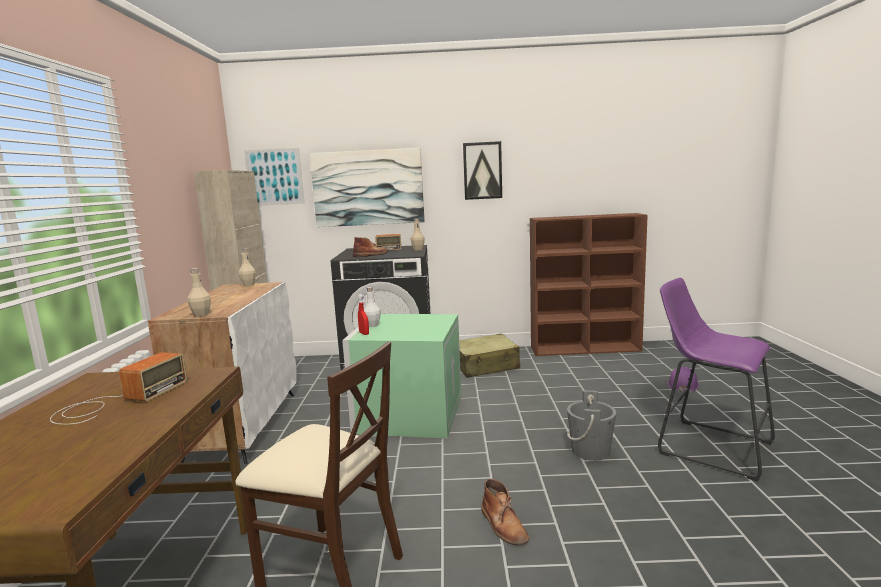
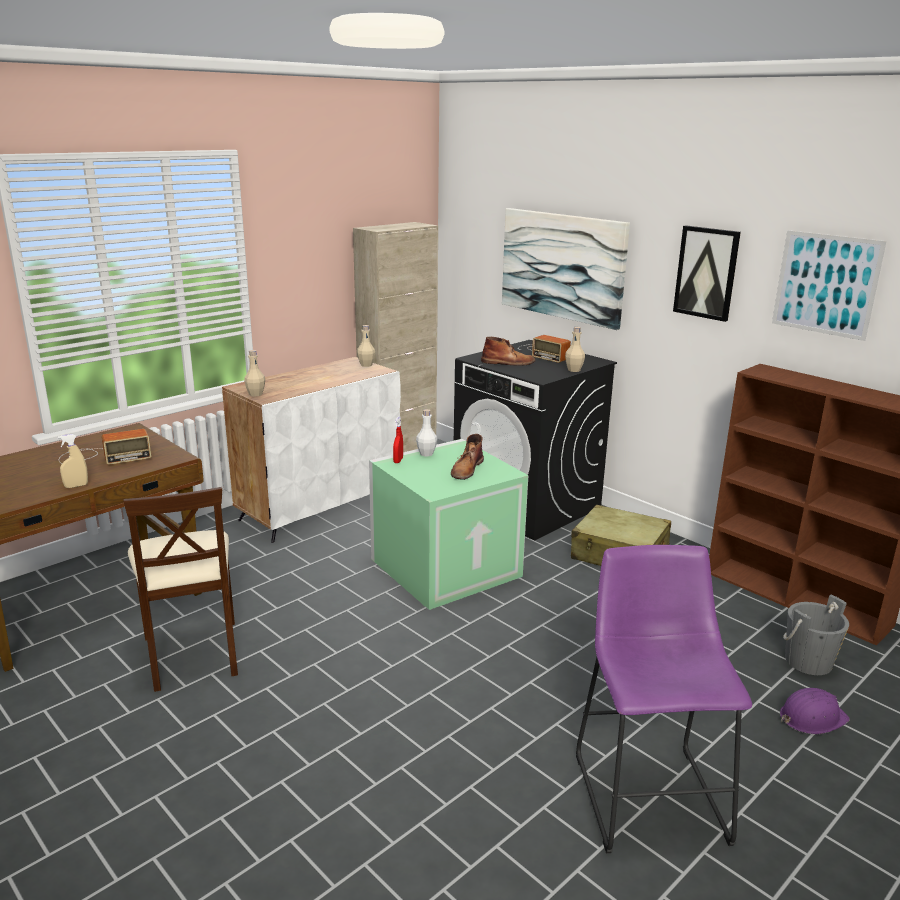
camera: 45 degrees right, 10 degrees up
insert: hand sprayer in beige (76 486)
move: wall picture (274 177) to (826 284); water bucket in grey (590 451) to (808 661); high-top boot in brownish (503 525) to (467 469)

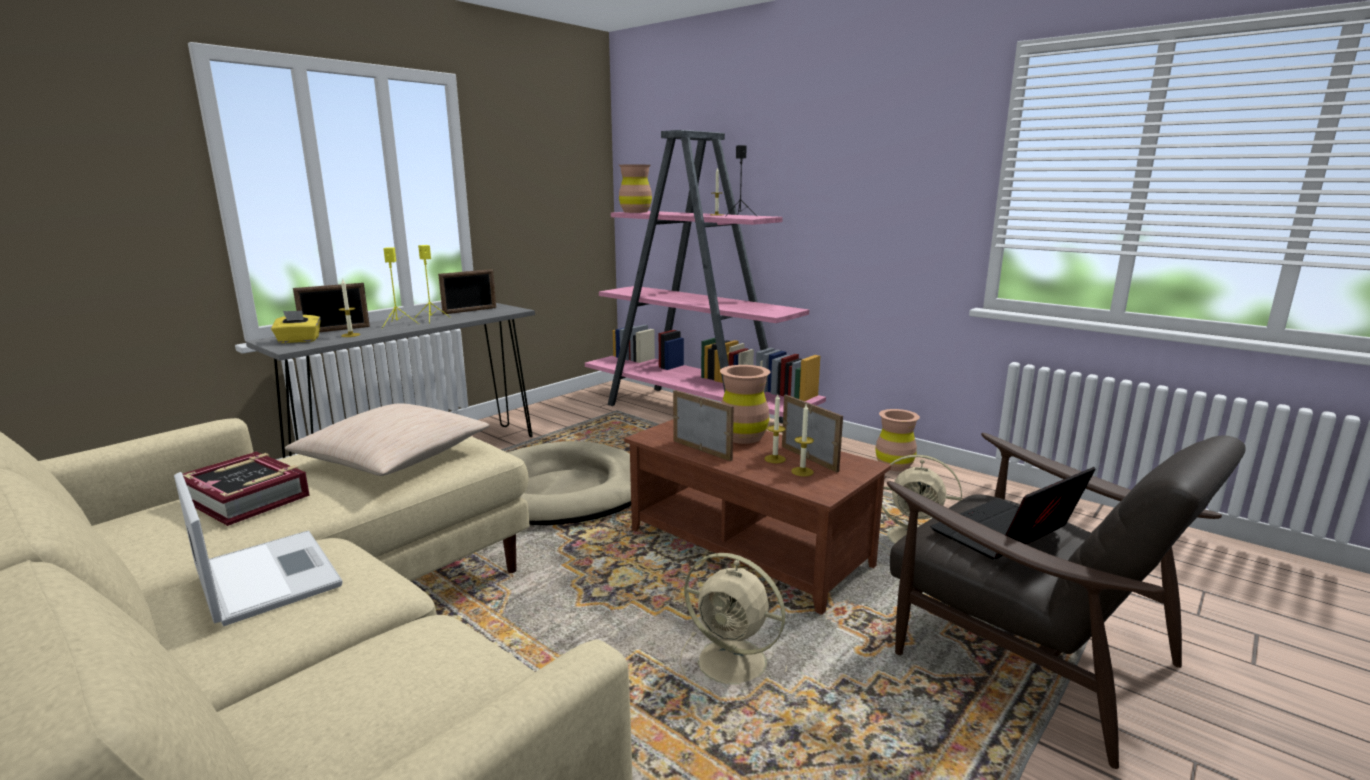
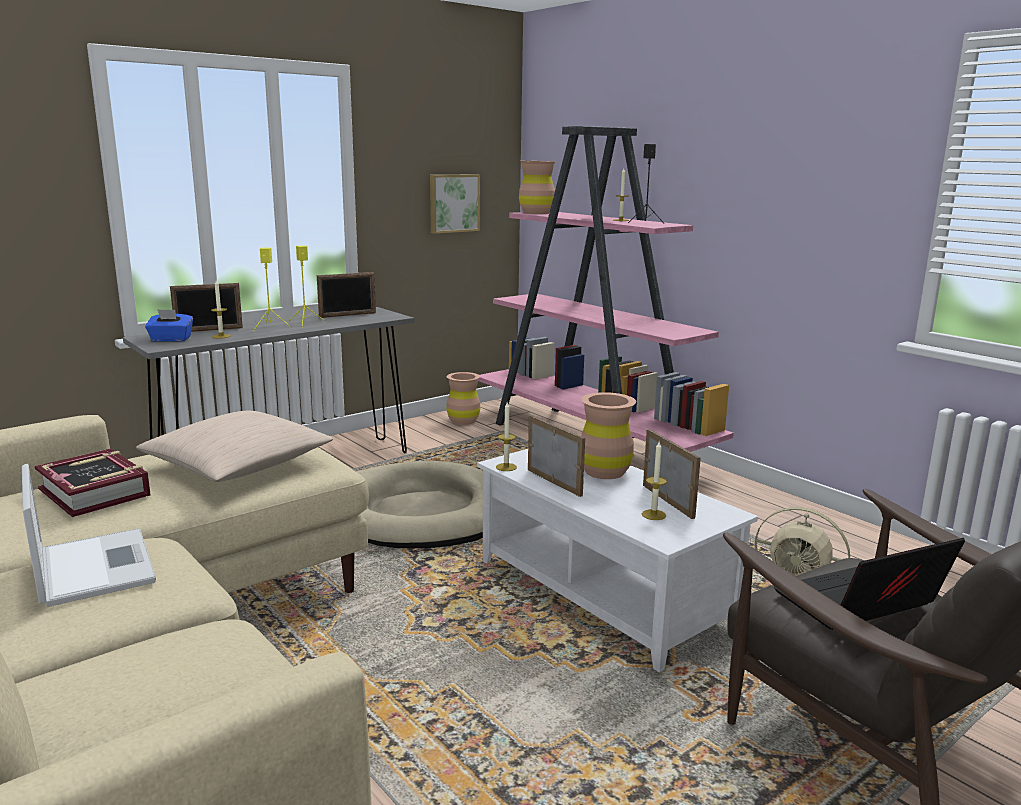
camera: 10 degrees right, 0 degrees up
delete: electric fan in beige (735 663)
insert: wall picture (453 203)
move: wax light (775 459) to (506 467); vase in brownish (894 465) to (463 421)
recolor: tissue holder in yellow-coloured (298 340) to tissue holder in bluish (171 339); lounge table in brownish (746 548) to lounge table in white-coloured (599 593)

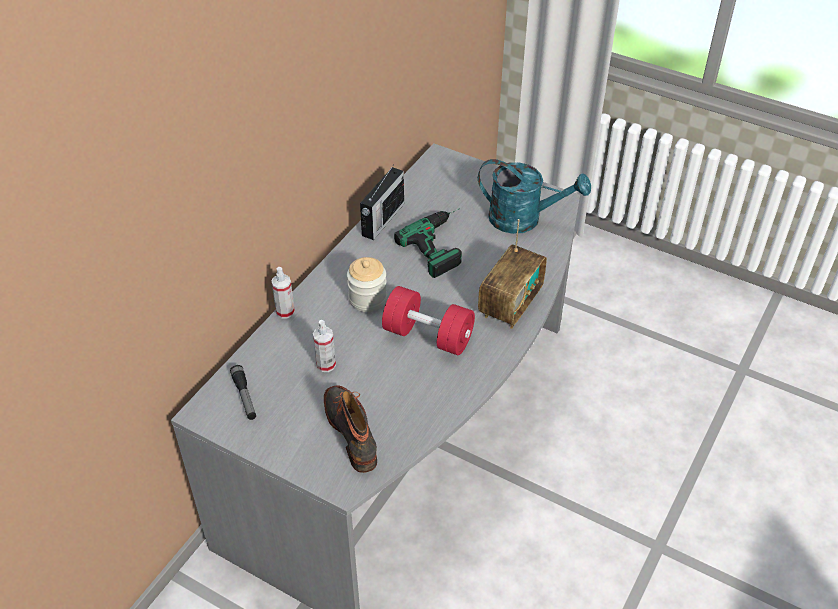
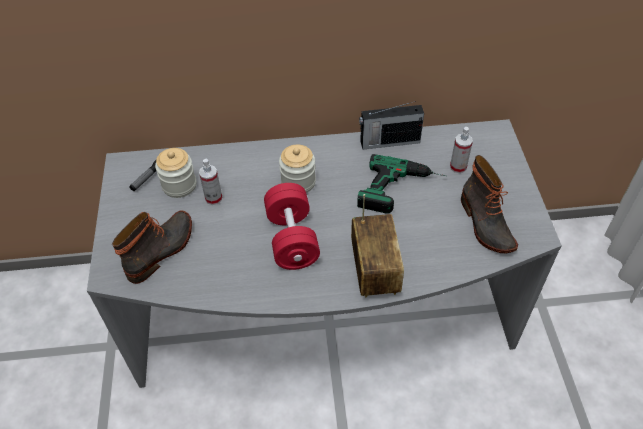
camera: 55 degrees right, 5 degrees up
insert: jar (179 185)
move: hand sprayer (285 311) to (458 167)
replace: sprinkling can in turquoise-coloured (524 219) to high-top boot (485 224)
rotate: radio set (510 304) = (374 271) 90 degrees counterclockwise

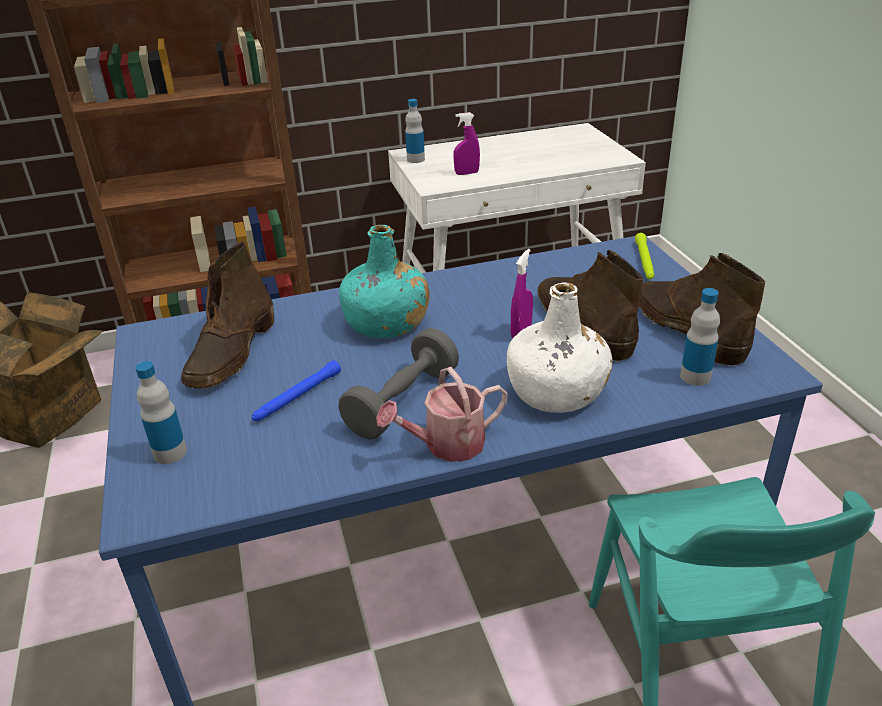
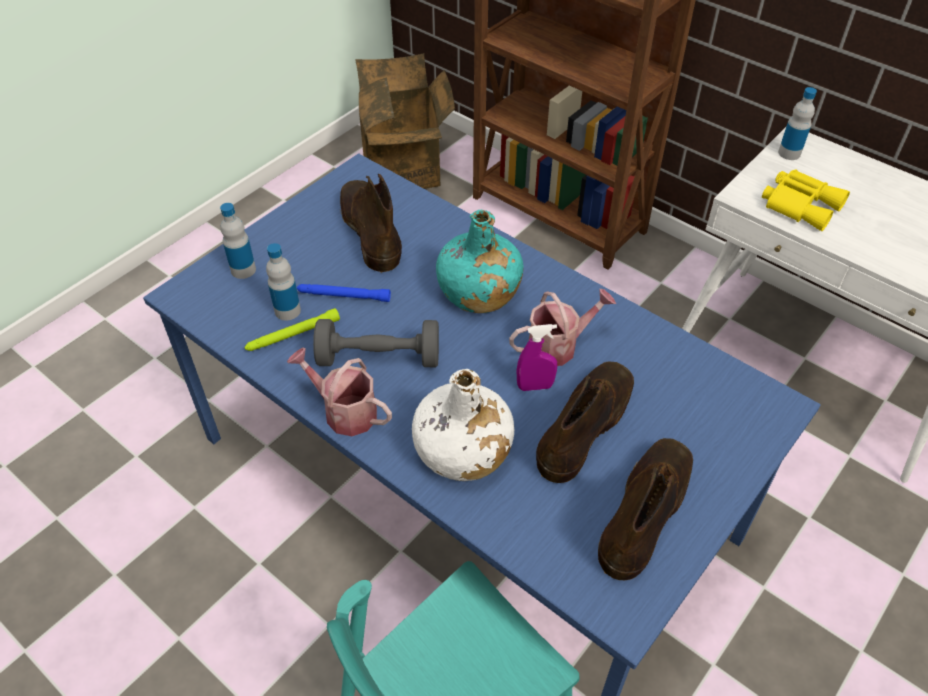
camera: 55 degrees right, 15 degrees up
insert: sprinkling can (558 345)
move: flashlight in green (644 261) to (292 335); beverage bottle (695 376) to (287 311)
replace: hand sprayer in purplish (467 173) to field glasses in yellow-coloured (800 204)
rotate: high-top boot in brownish (232 353) = (370 230) 90 degrees clockwise

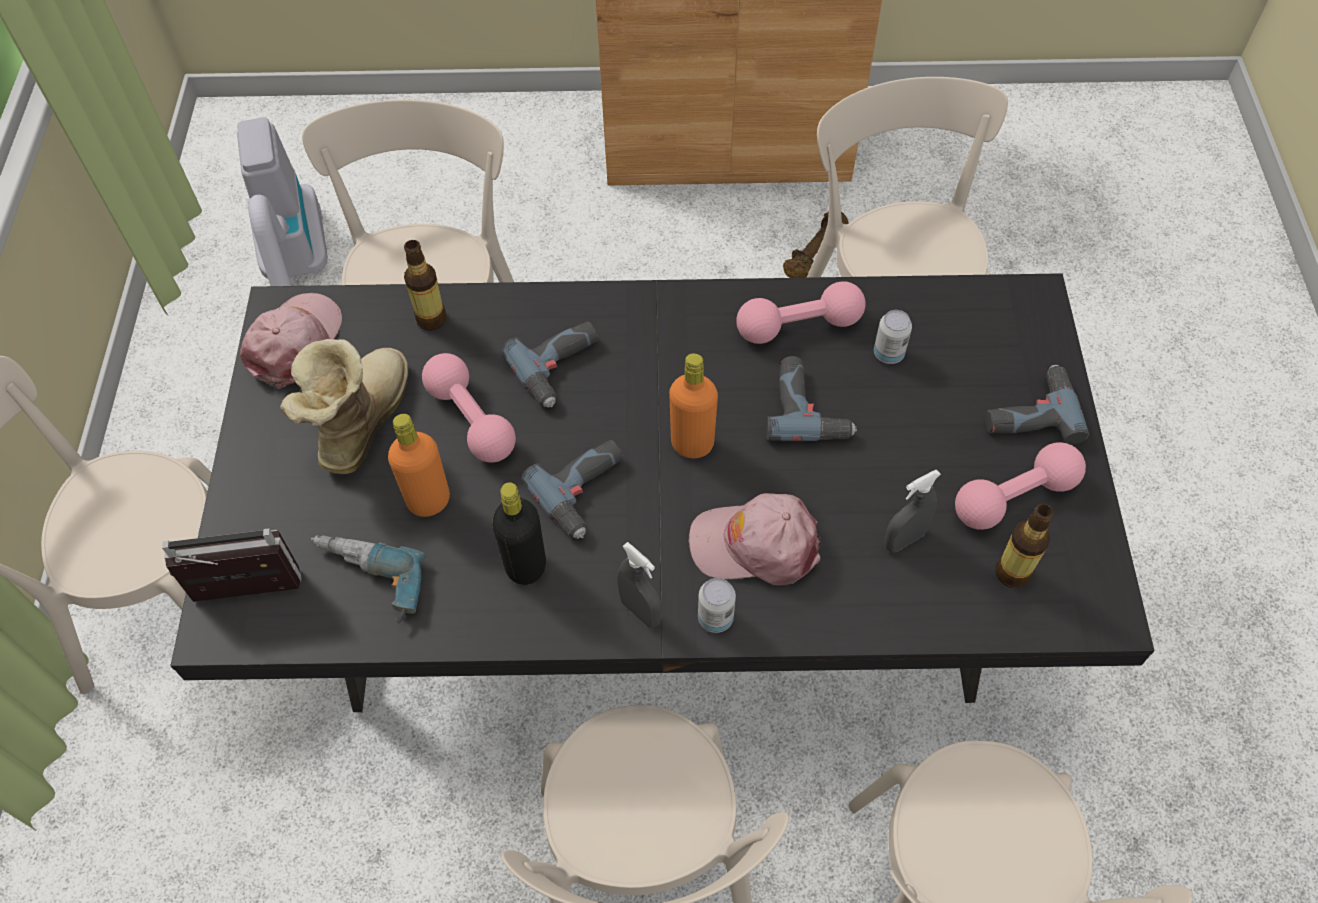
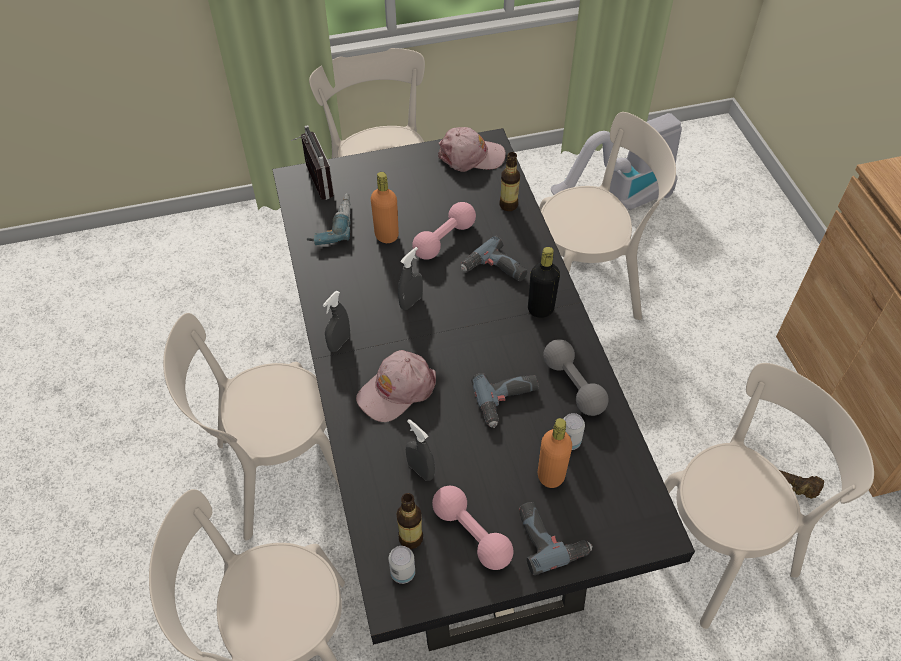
camera: 75 degrees right, 5 degrees down
delete: high-top boot (358 422)
move: beverage bottle in orange-coloured (692 444) to (551 475); beverage bottle in black-coloured (525 566) to (540 309); sealed can (715 618) to (403 573)
replace: power drill (587 492) to hand sprayer in grey (411 302)
recolor: hand weight in pinkish (799 326) to hand weight in grey (573 385)
rotate: peaked cap in pinkish (755 544) = (396 390) 120 degrees counterclockwise

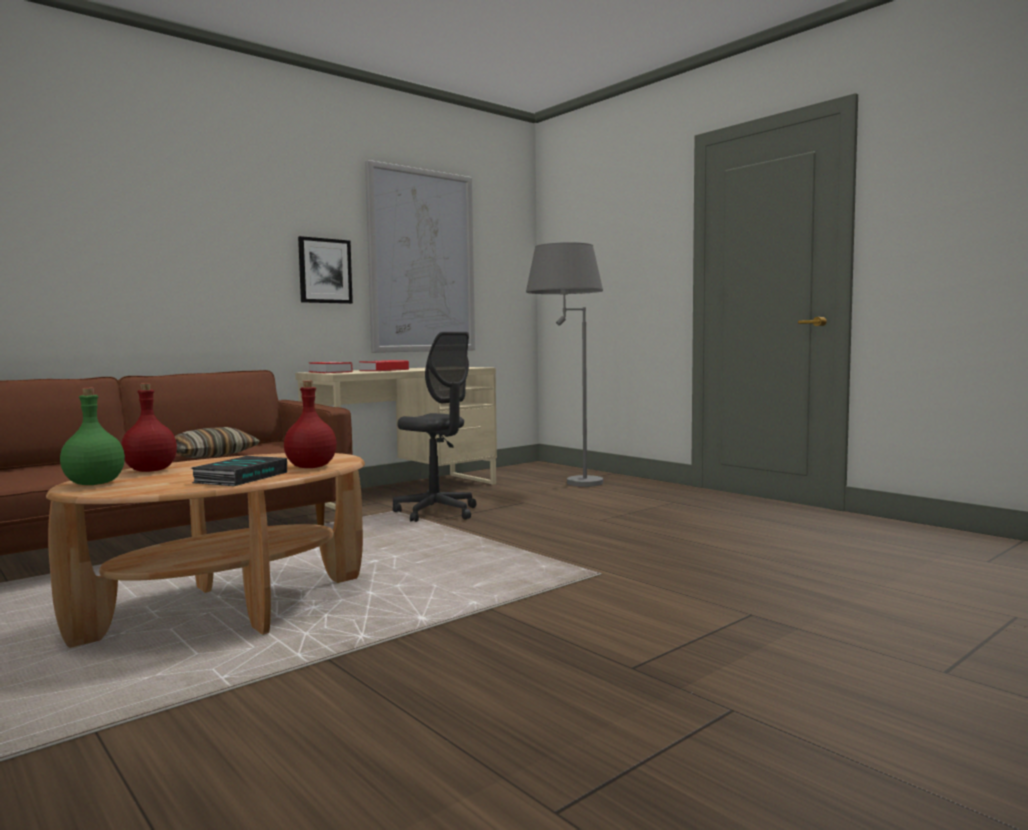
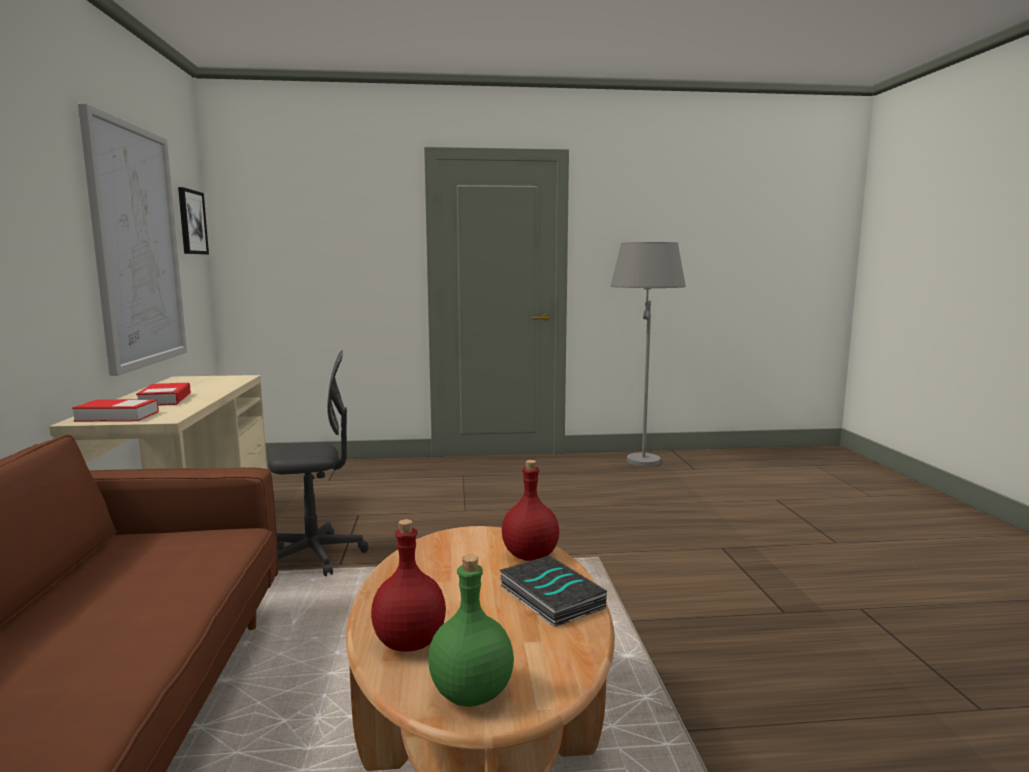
camera: 55 degrees left, 5 degrees up
delete: pillow (211 455)
move: wall picture (325 271) to (191 222); floor lamp in grey (565 484) to (641 466)

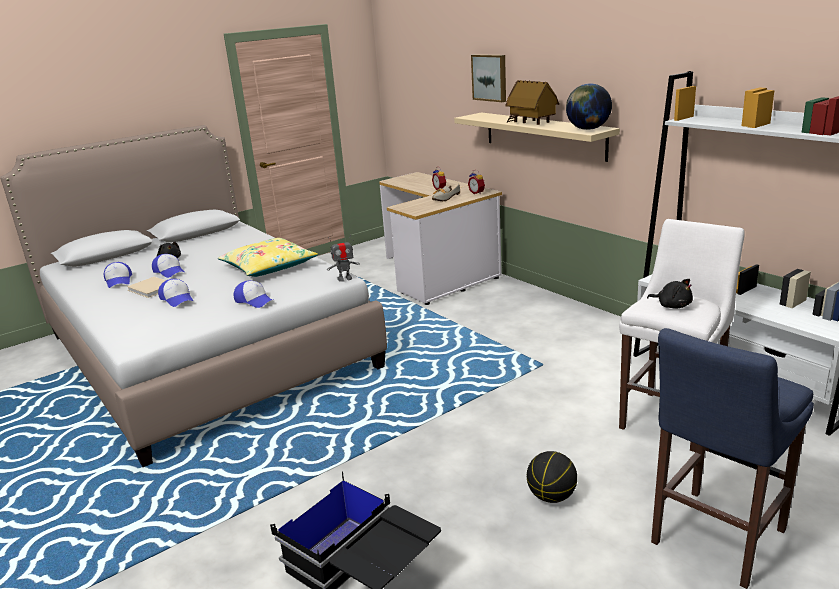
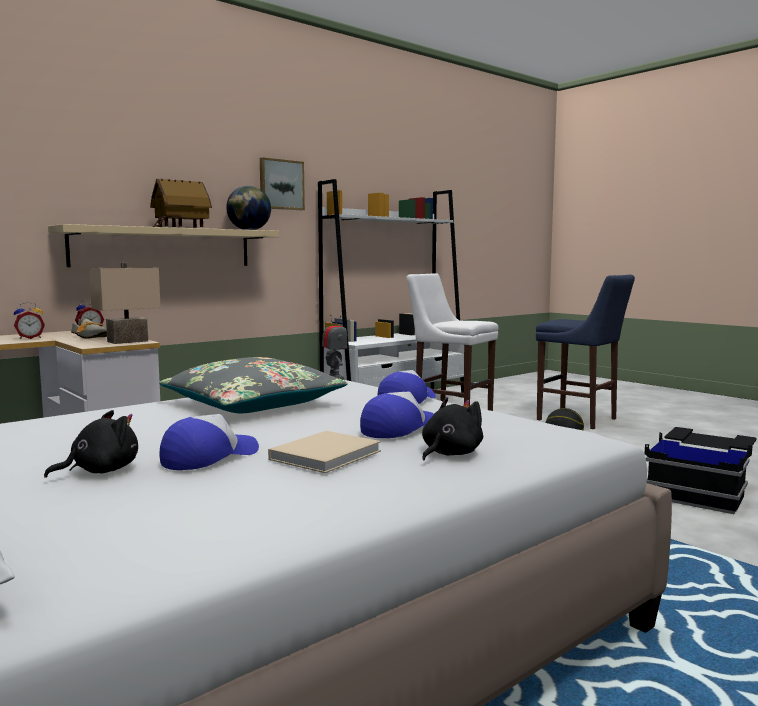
camera: 95 degrees left, 15 degrees down
delete: peaked cap (119 281)
insert: lamp for a table in beige (127 341)
move: wall picture (490 77) to (281 184); soft toy in black-coloured (672 306) to (449 453)
recolor: pillow in yellow-coloured (269 267) to pillow in grey (252 404)

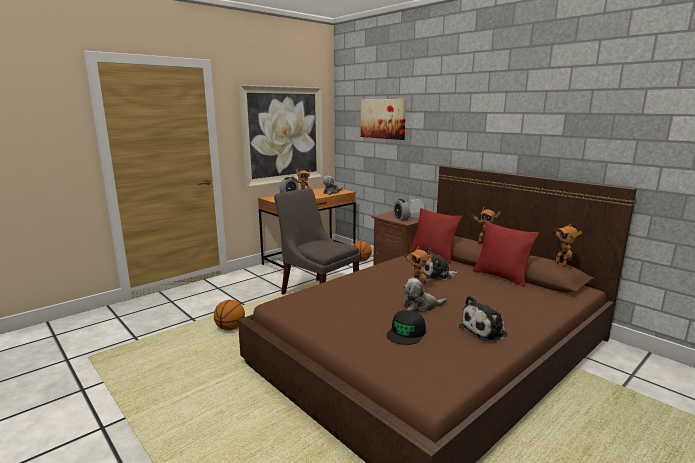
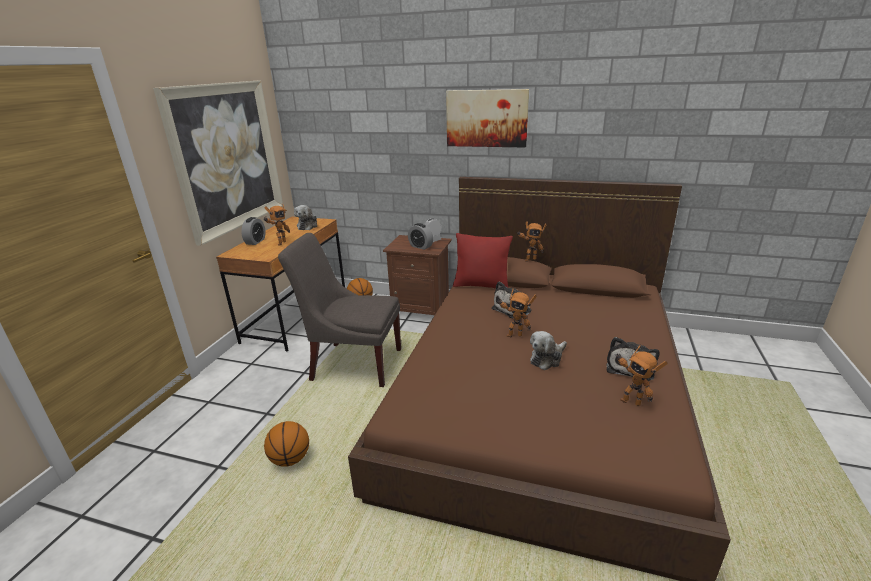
camera: 30 degrees left, 10 degrees up
delete: pillow in red-coloured (501 277); peaked cap in black-coloured (406 333)
move: wall picture (383 118) to (486 118); toy robot (561 264) to (630 401)

